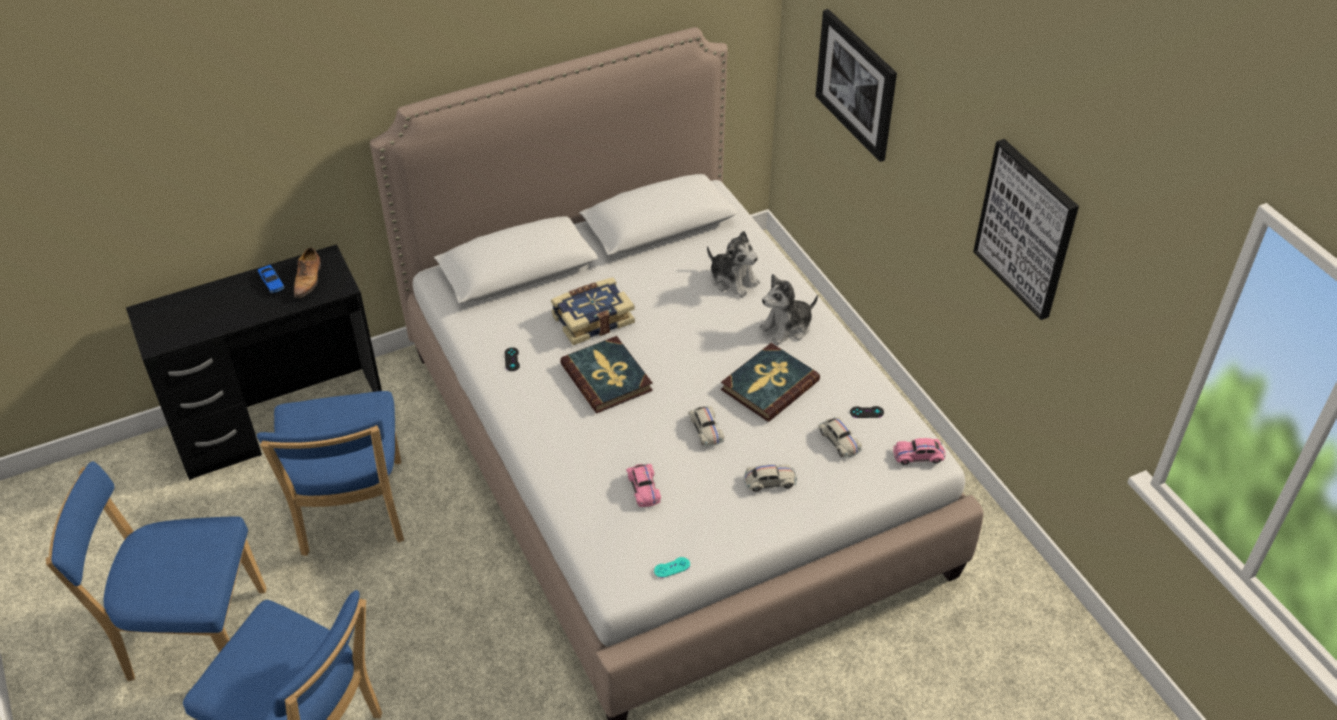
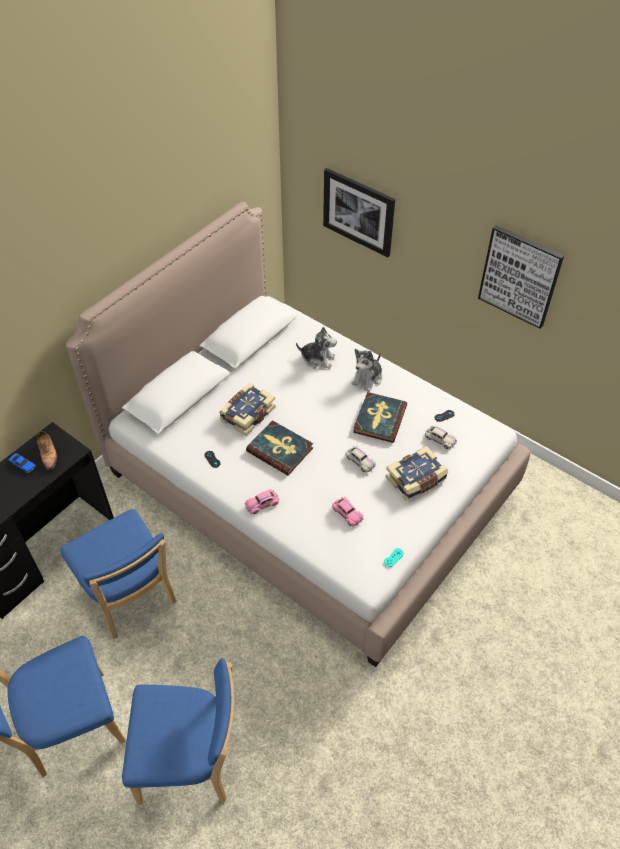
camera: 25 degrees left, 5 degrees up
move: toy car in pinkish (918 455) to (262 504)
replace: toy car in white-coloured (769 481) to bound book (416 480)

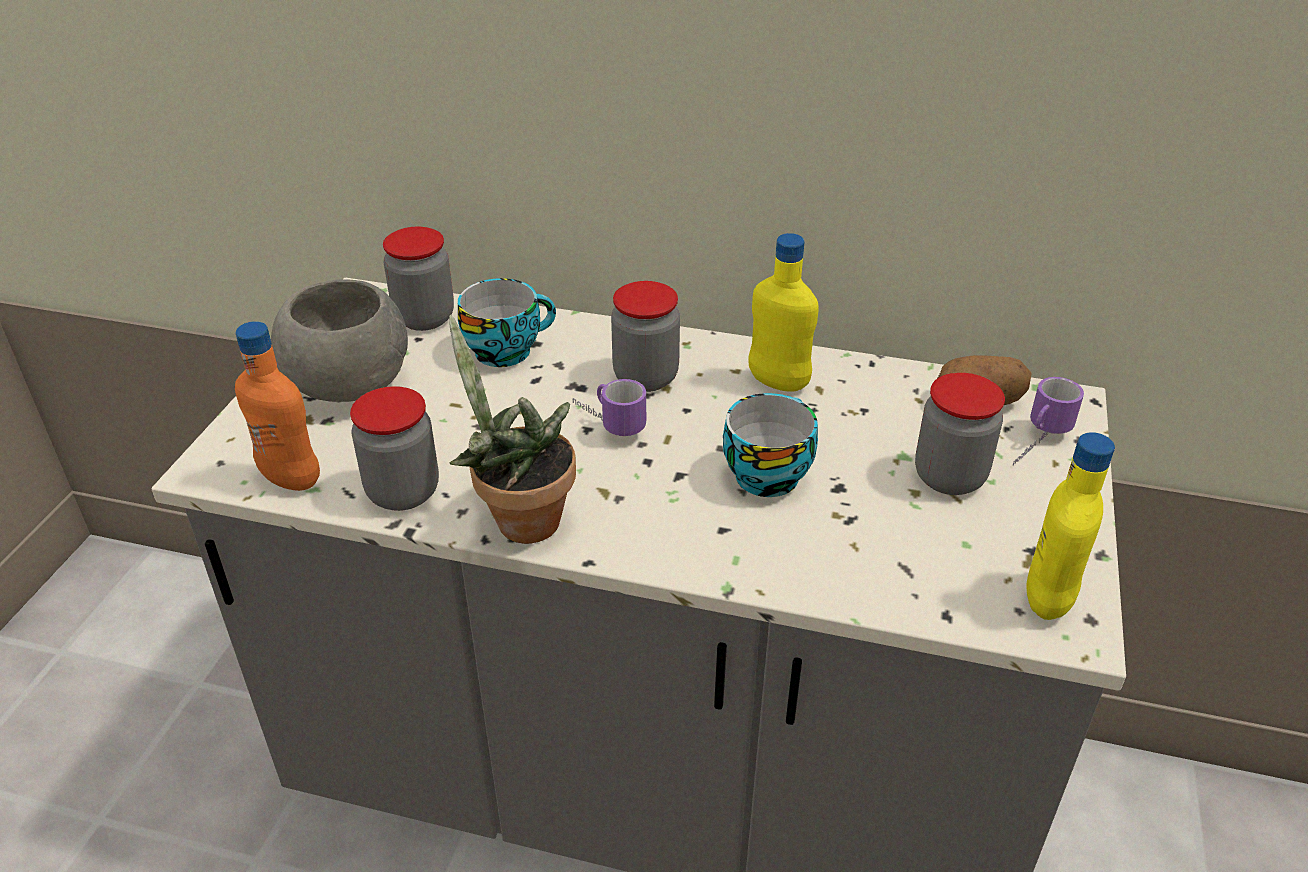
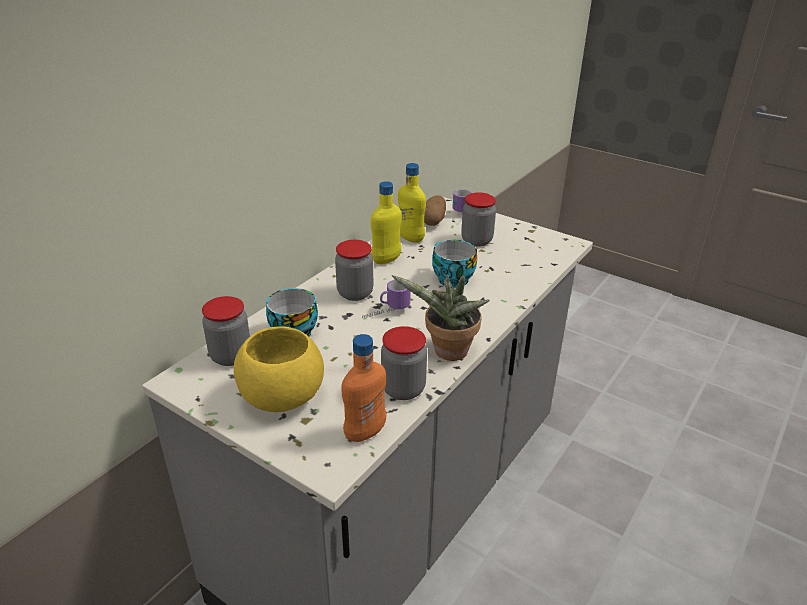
camera: 70 degrees left, 5 degrees down
move: beverage bottle in yellow-coloured (1048 599) to (411 238)
recolor: deep dish in grey (349 384) to deep dish in yellow-coloured (281 397)

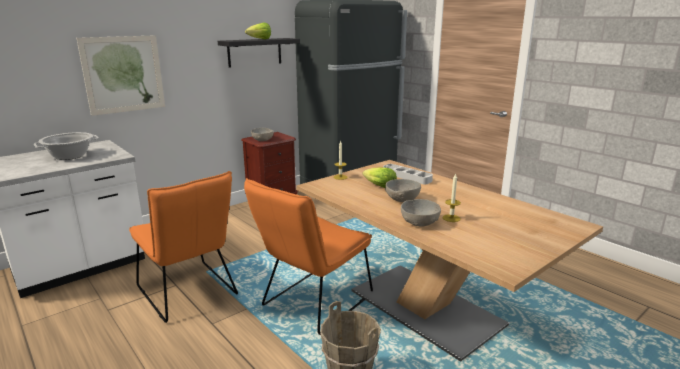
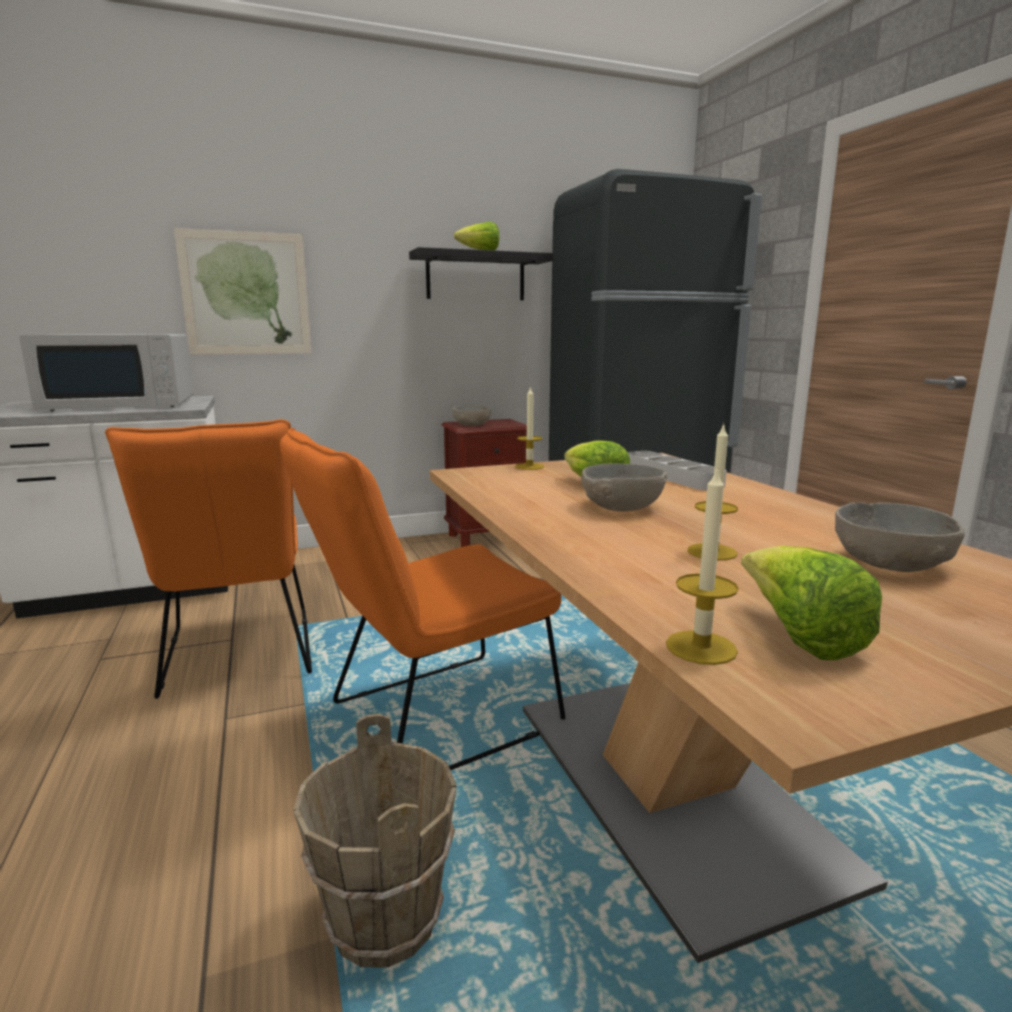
camera: 20 degrees right, 5 degrees down
insert: wax light (701 647); head of lettuce (799 637)
move: deep dish in grey (419 223) to (891 564)
replace: cooking pot (70 156) to microwave in white-coloured (124 404)

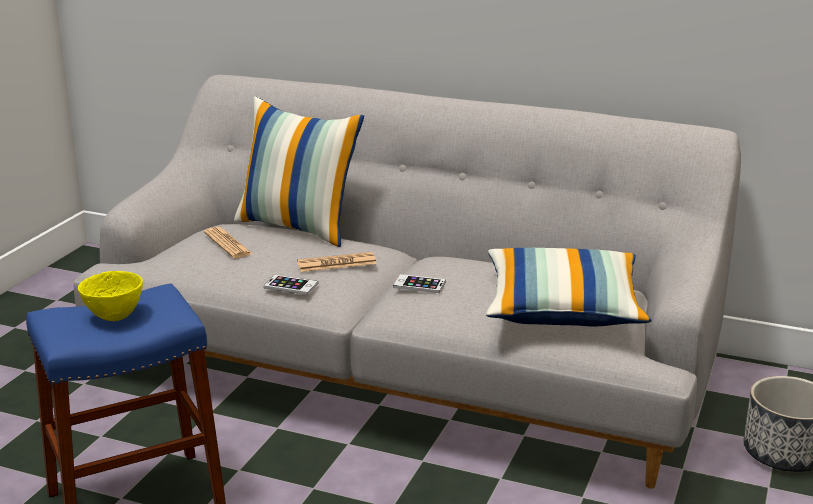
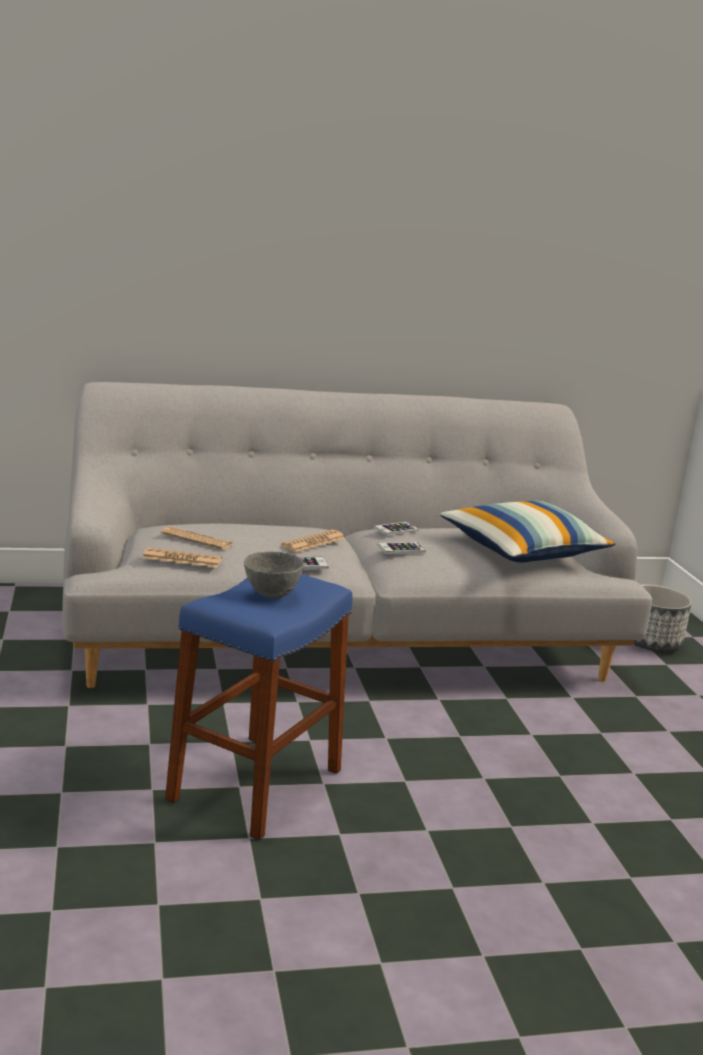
camera: 35 degrees left, 5 degrees down
delete: pillow (298 227)
insert: handset (396 529); printed paper (182 559)
recolor: deep dish in yellow-coloured (115 317) to deep dish in grey (272 595)

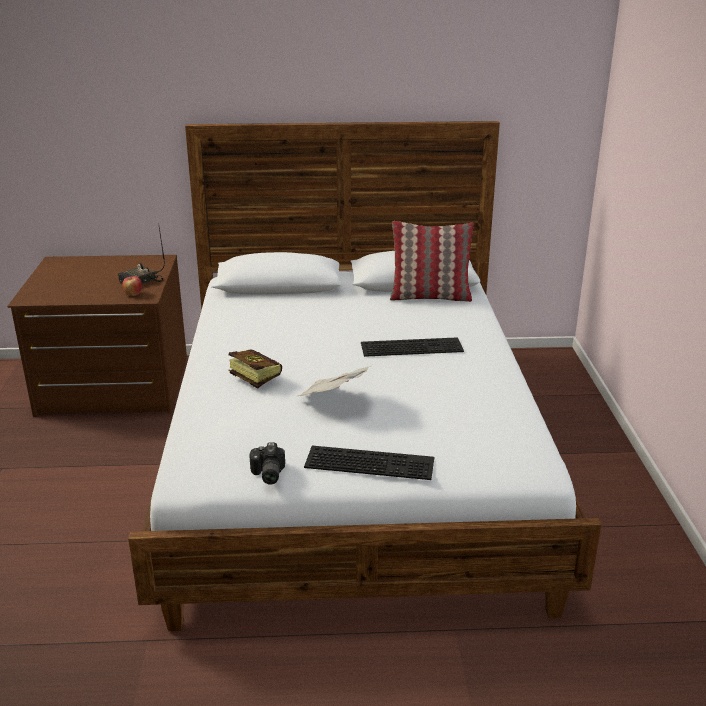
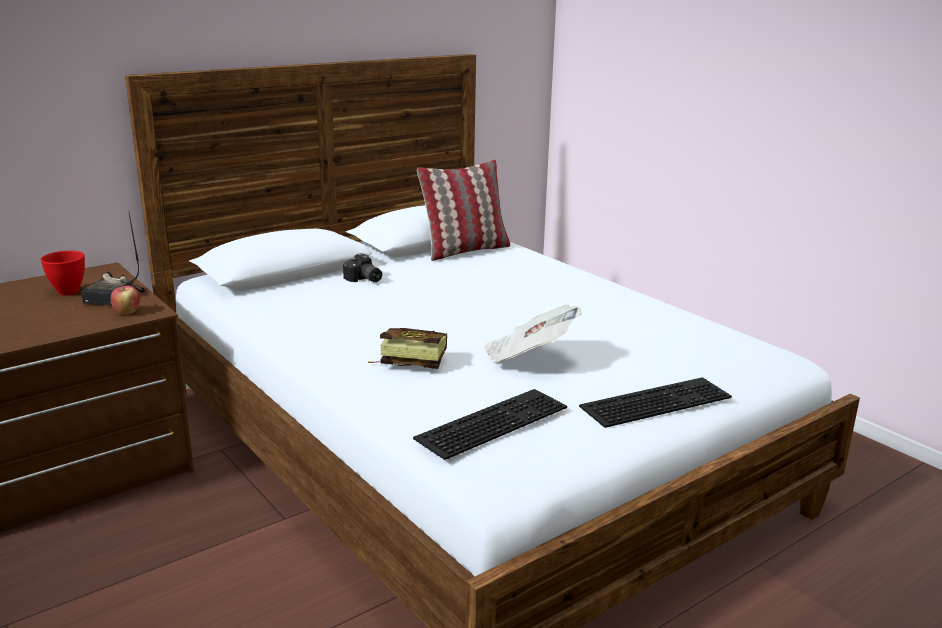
camera: 35 degrees left, 5 degrees down
insert: deep dish in red-coloured (67 292)
move: computer keyboard (412 346) to (492 421); photo camera (267 474) to (363 280)

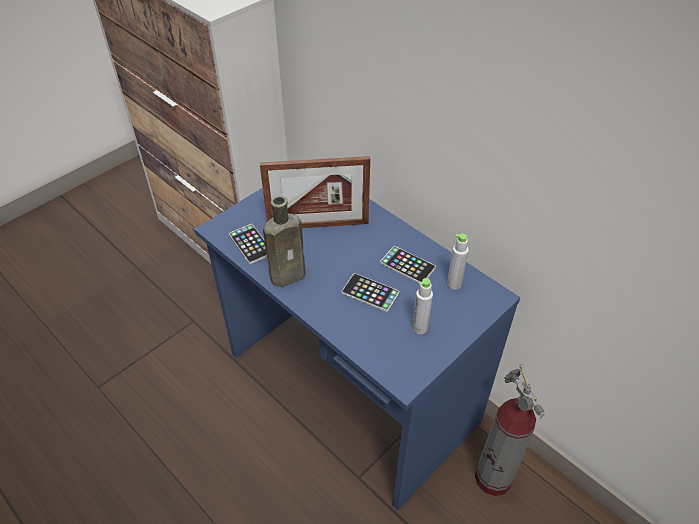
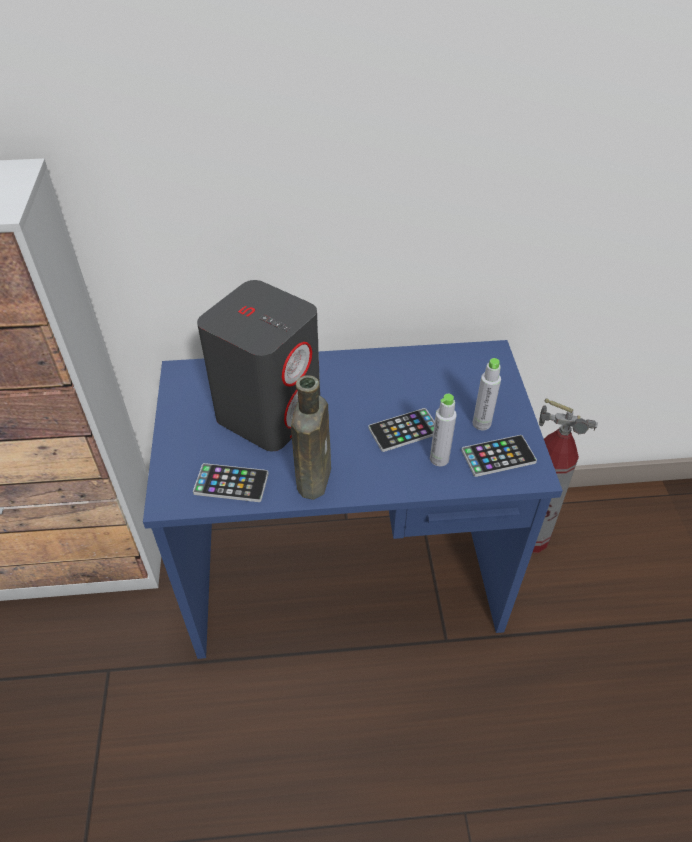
camera: 50 degrees left, 0 degrees up
move: beverage bottle in grey (454 284) to (439 459); handset (407 265) to (498 456)
replace: photo frame (318 225) to speaker in grey (269 412)

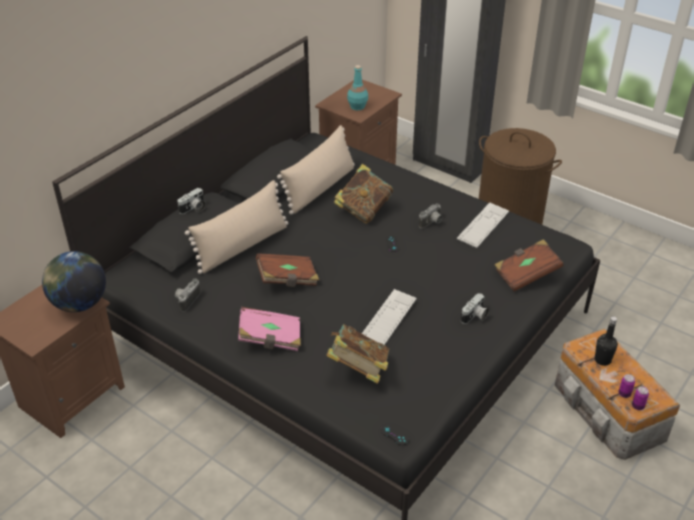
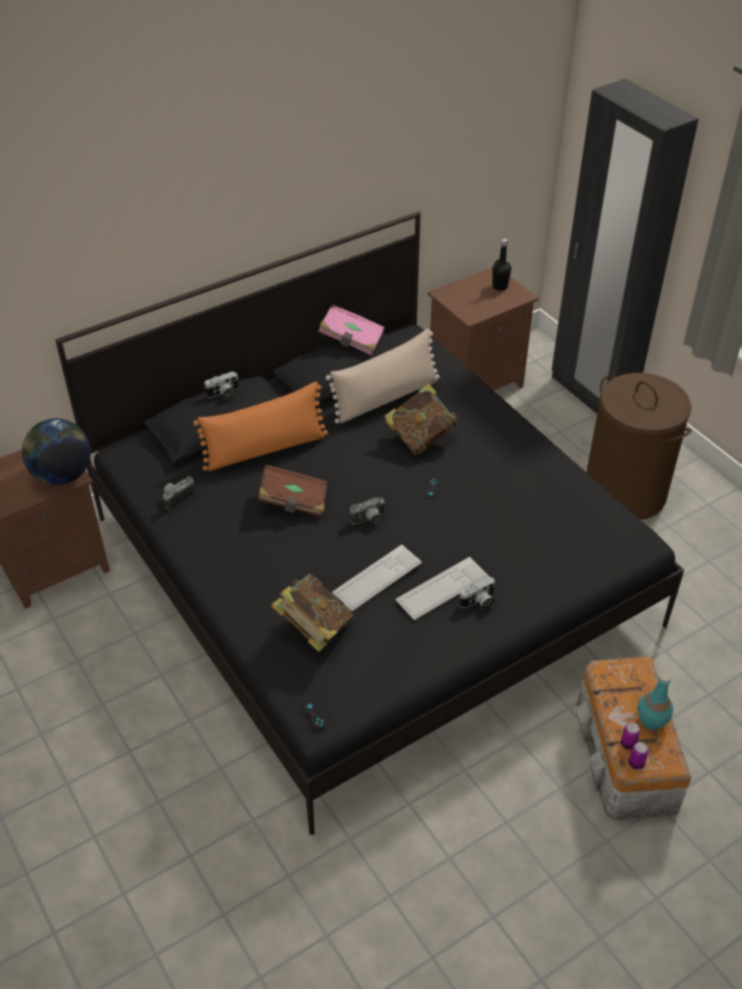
camera: 20 degrees right, 5 degrees up
delete: bound book in brownish (526 274)
move: beverage bottle in turquoise-coloured (357 106) to (651 719); photo camera (432 223) to (369 520); computer keyboard (483 225) to (442 589); bound book in pinkish (270 339) to (351 340); beverage bottle in black-coloured (602 360) to (500 286)
recolor: pillow in beige (242 246) to pillow in orange-coloured (265 449)

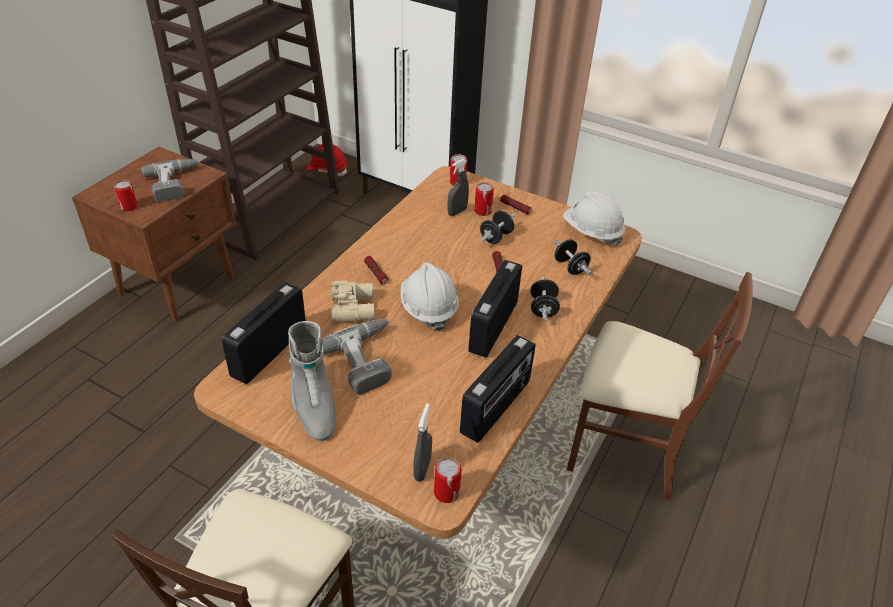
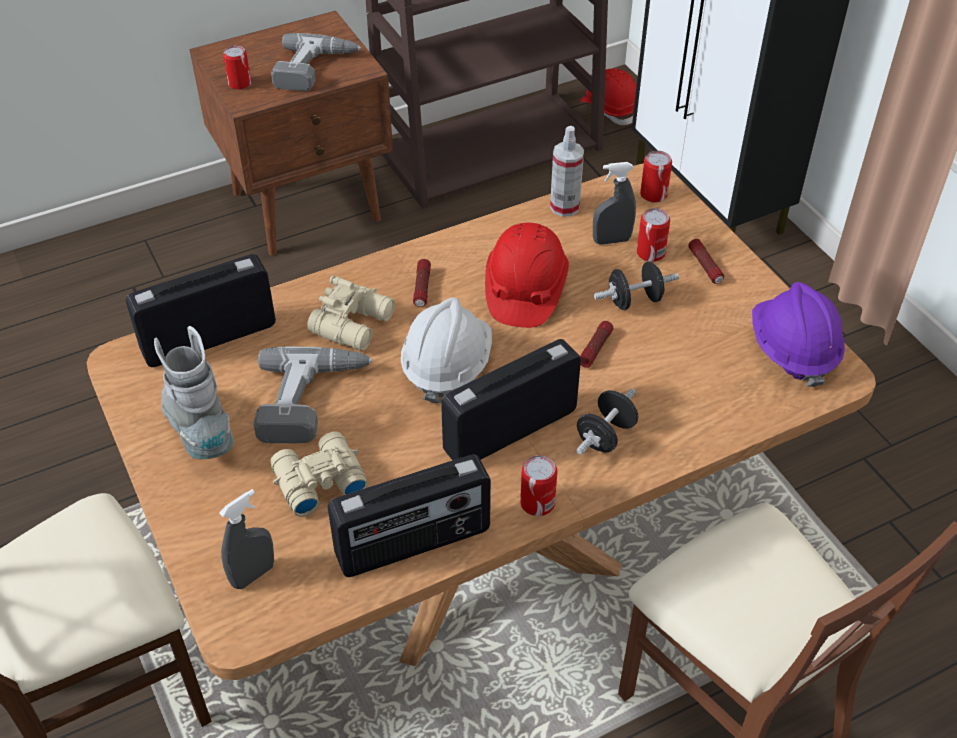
camera: 35 degrees right, 5 degrees up
delete: hand weight in black-coloured (570 267)
insert: hand sprayer (564 207); work helmet in red-coloured (524 291); field glasses in beige (317 481)
move: sealed can (446 492) to (537 503)
recolor: work helmet in white-coloured (592 232) to work helmet in purplish (792 351)
rotate: high-top boot in grey (313 405) = (200 429) 135 degrees clockwise

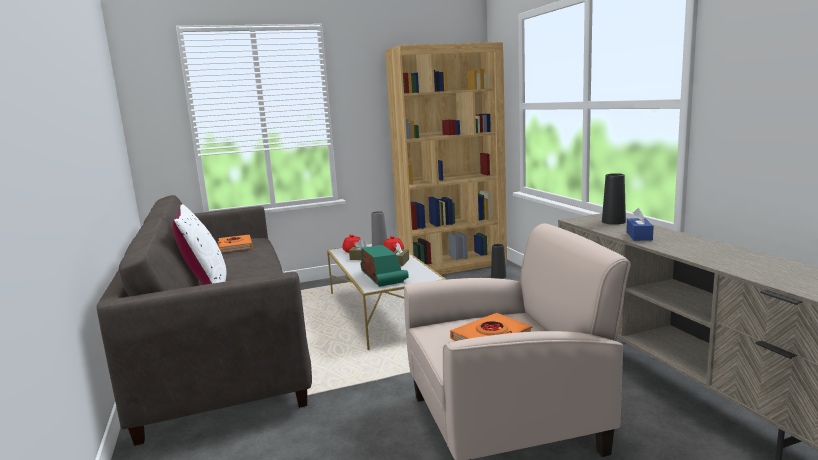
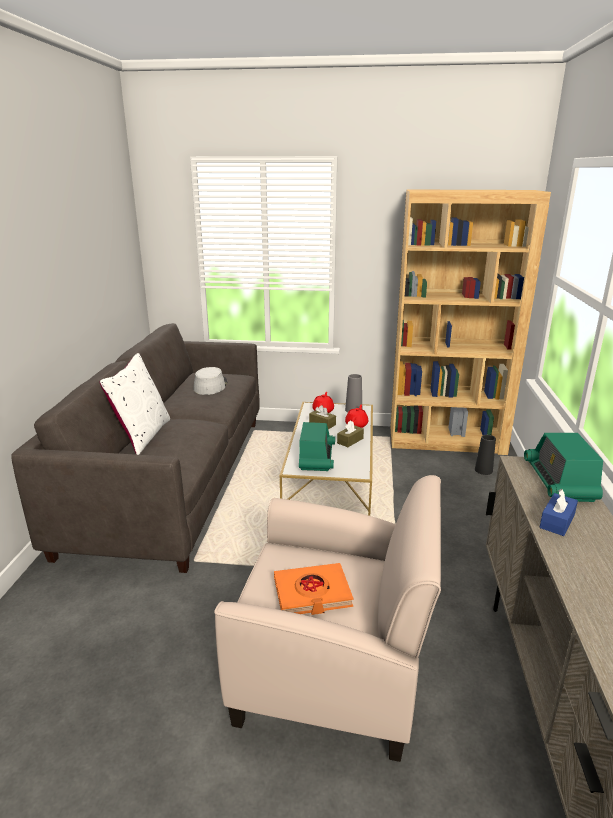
camera: 25 degrees right, 10 degrees up
replace: vase in black-coloured (613 221) to radio set (559 481); bound book in orange-coloured (235 246) to clothing hat in grey (210 386)

